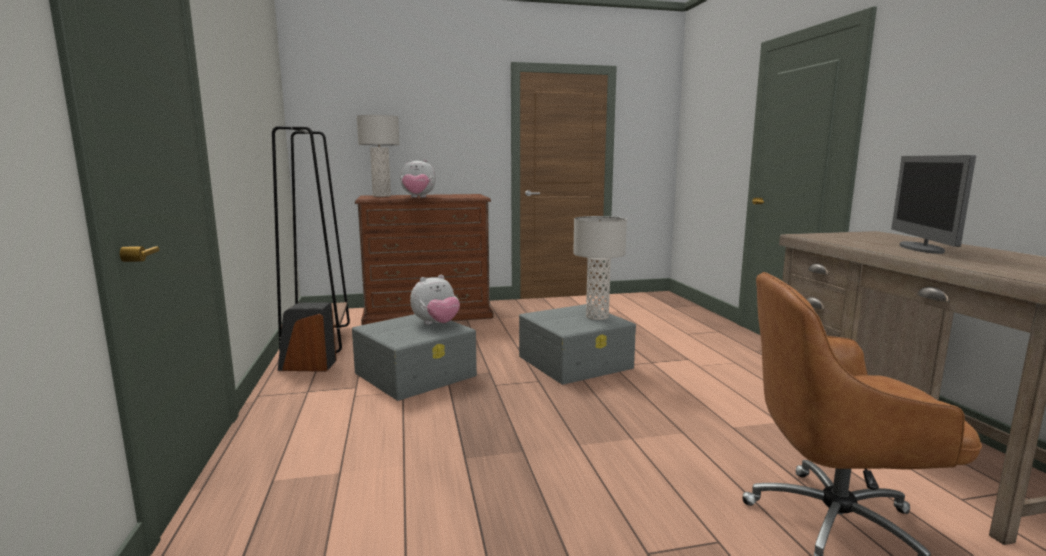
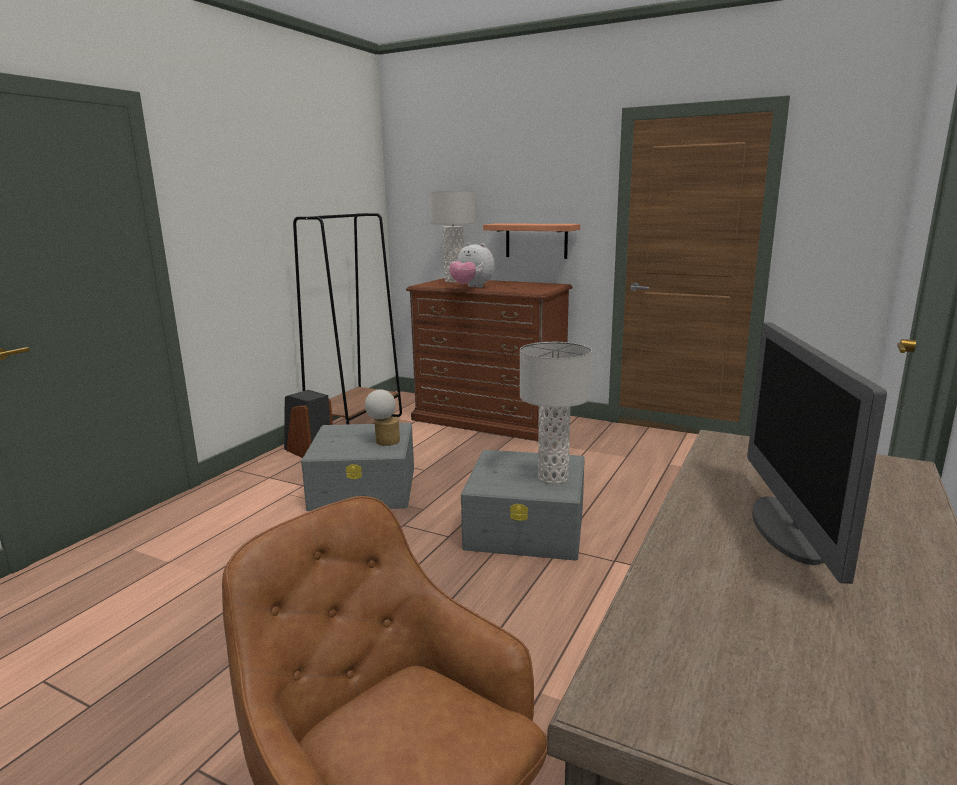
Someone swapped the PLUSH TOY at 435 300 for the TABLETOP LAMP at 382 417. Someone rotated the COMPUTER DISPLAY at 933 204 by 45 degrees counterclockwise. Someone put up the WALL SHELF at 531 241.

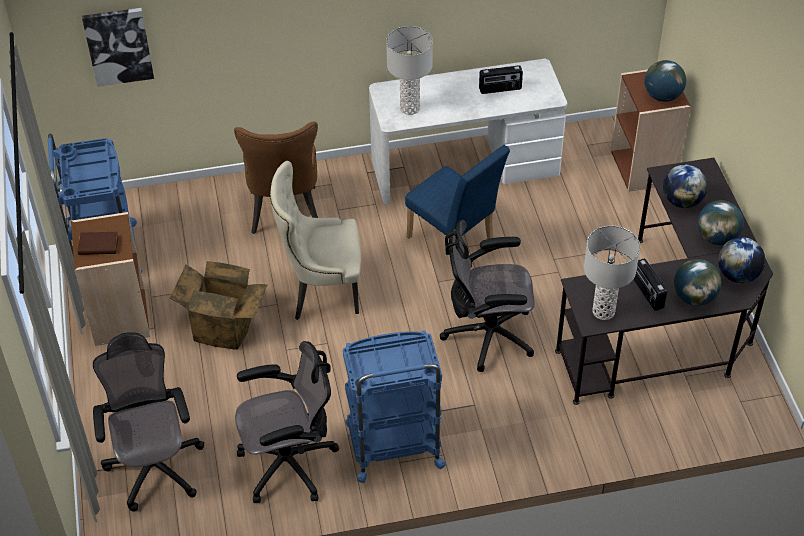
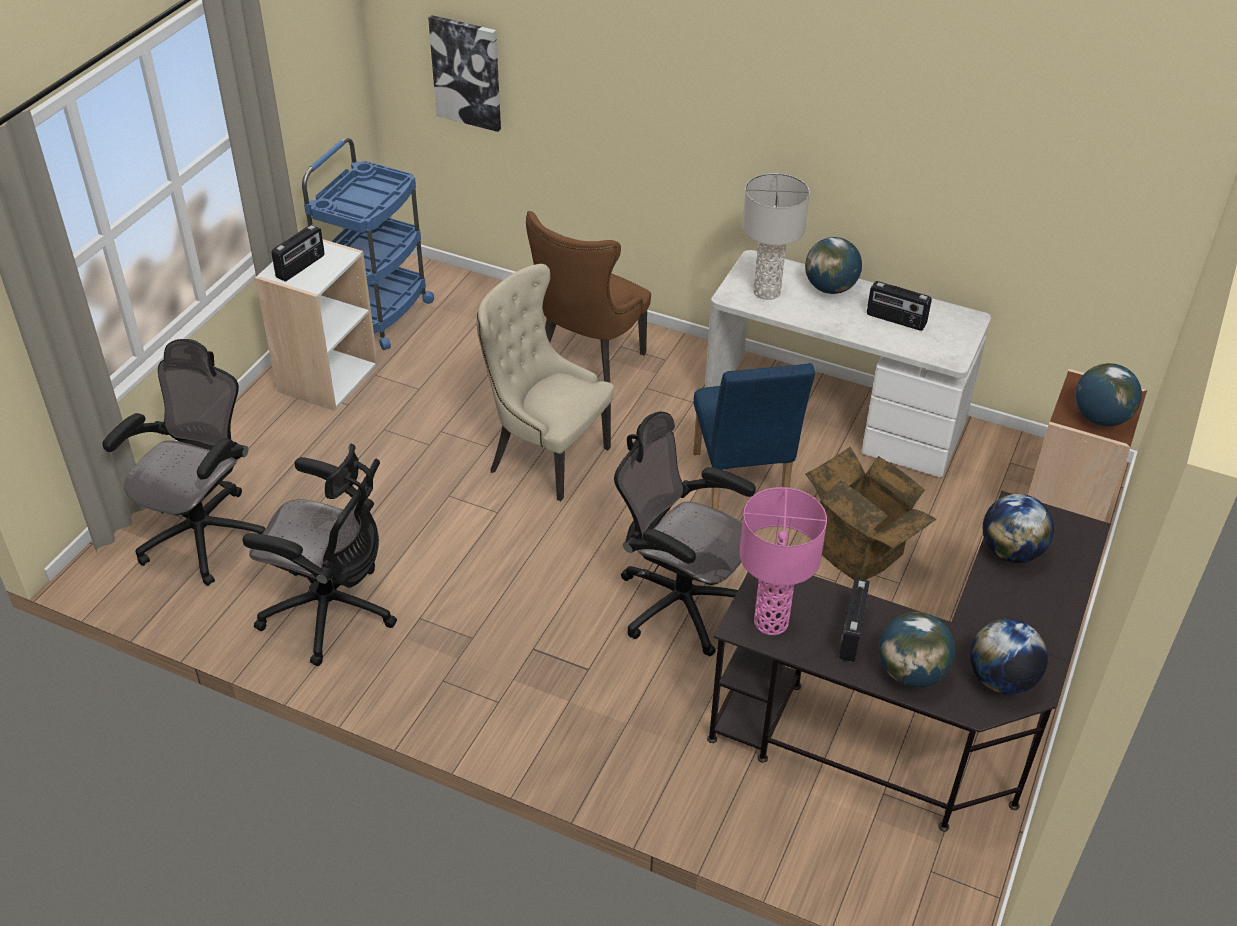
Someone repainted the BROWNISH BOOKCASE at 110 279, which became the WHITE-COLOURED BOOKCASE at 316 325. Someone swapped the BROWNISH BOUND BOOK at 98 243 for the RADIO SET at 298 253. Someone carried the PACKING BOX from 218 305 to 870 513. Someone took away the BLUE-COLOURED TROLLEY at 394 406. Someone repainted the WHITE-COLOURED TABLETOP LAMP at 612 273, which became the PINK TABLETOP LAMP at 783 561. Someone carried the DESK GLOBE from 721 222 to 833 265.

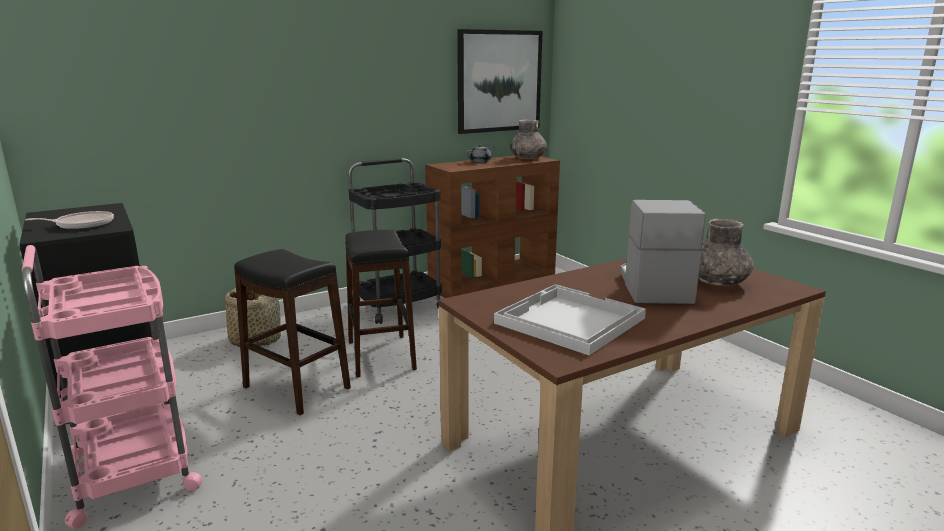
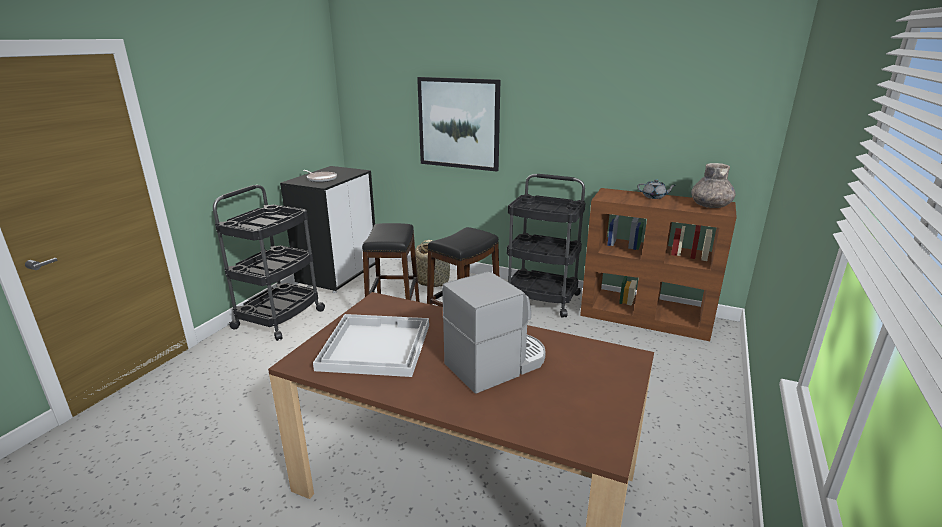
Someone repainted the PINK TROLLEY at 112 387, which became the BLACKISH TROLLEY at 269 263. Someone carried the WALL ART from 500 81 to 458 124. Someone took away the GRAY DECORATIVE VASE at 726 252.

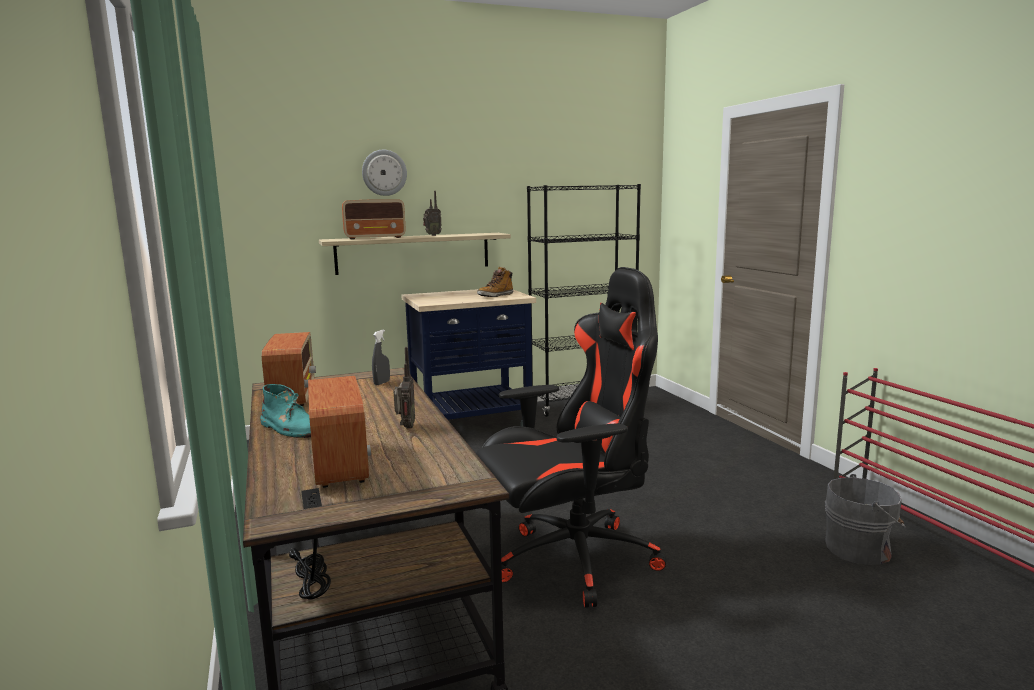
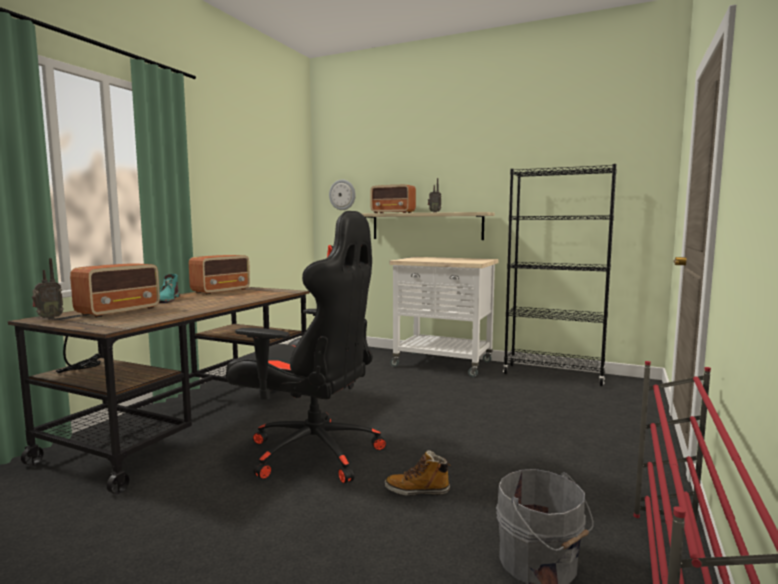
Someone carried the WALL CLOCK from 384 173 to 342 194. Someone took away the GRAY SPRAY BOTTLE at 381 357. Someone carried the RADIO SET from 404 387 to 48 288. Someone repainted the BLUE-COLOURED TROLLEY at 468 358, which became the WHITE-COLOURED TROLLEY at 444 317. Someone carried the BOOT from 495 281 to 418 472.

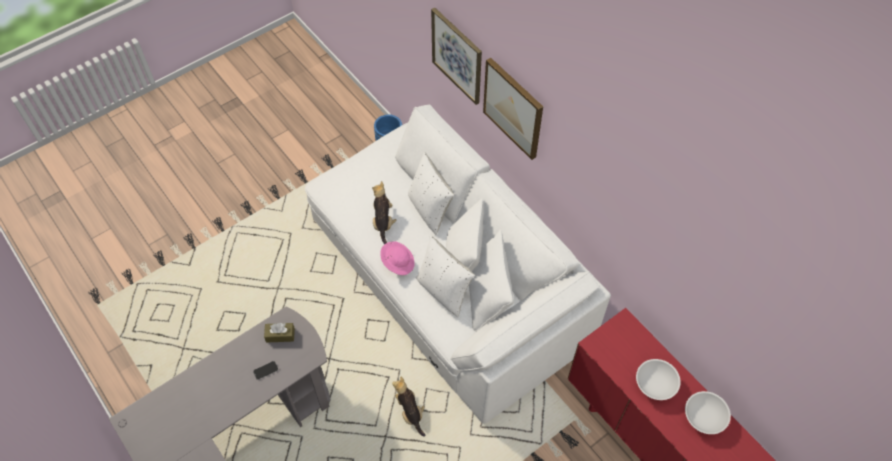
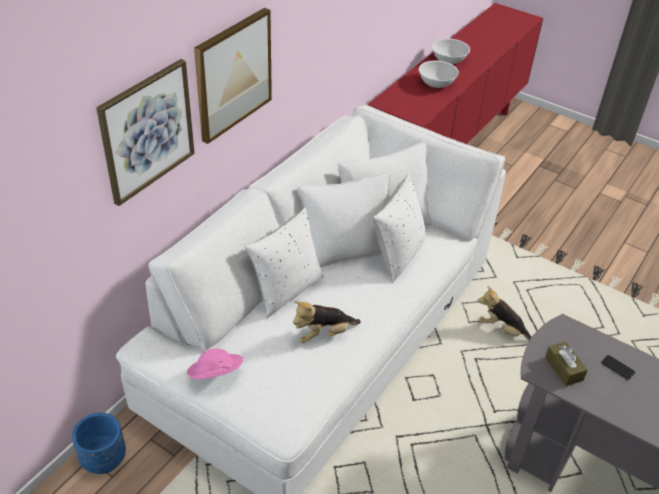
Someone carried the PINK WEARABLE HAT from 397 258 to 215 364. Someone rotated the PLUSH TOY at 409 407 by 75 degrees clockwise.

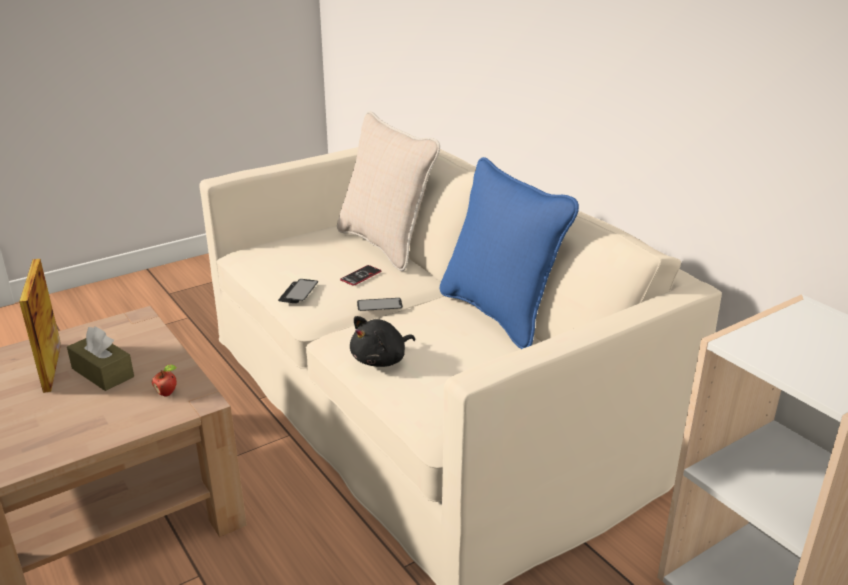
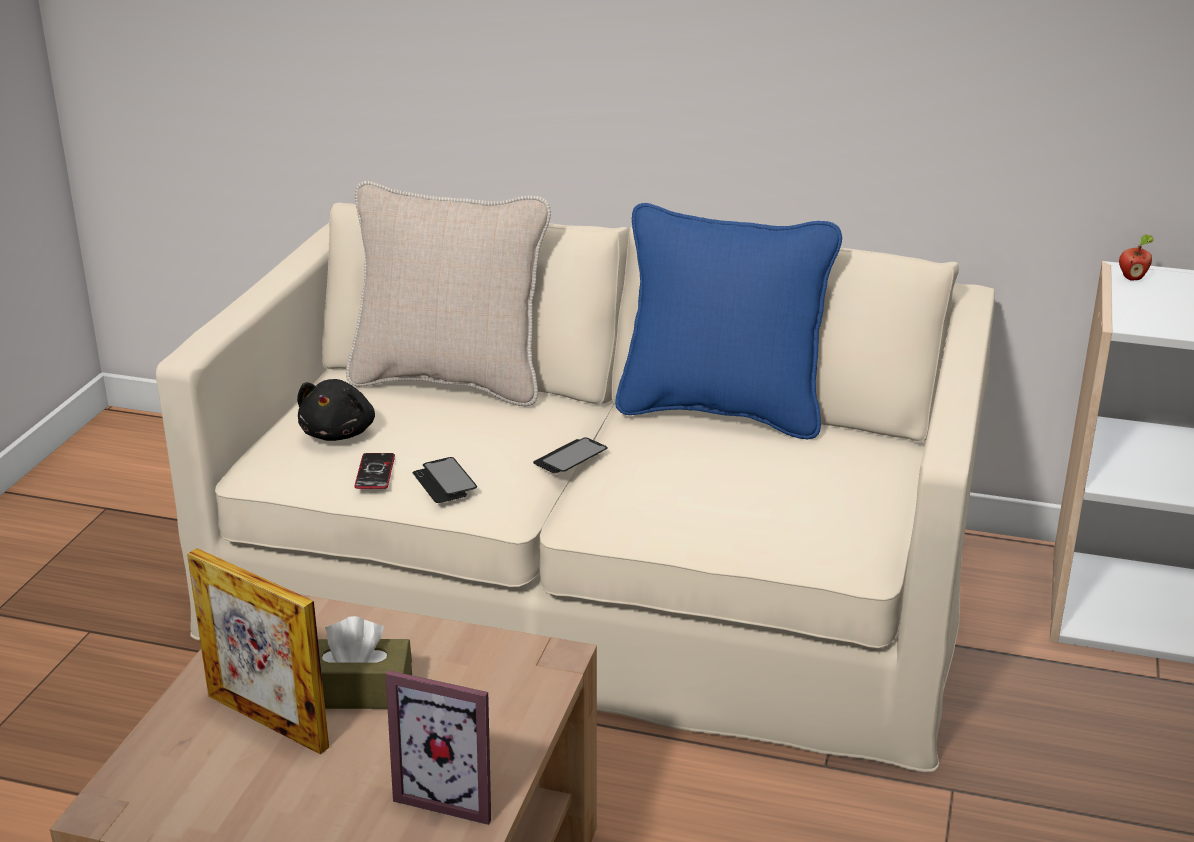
Someone carried the APPLE FRUIT from 164 380 to 1136 257. Someone carried the HANDSET from 360 275 to 374 471. Someone carried the BLACKISH PLUSH TOY from 382 341 to 336 410. Someone put down the PICTURE FRAME at 438 747.

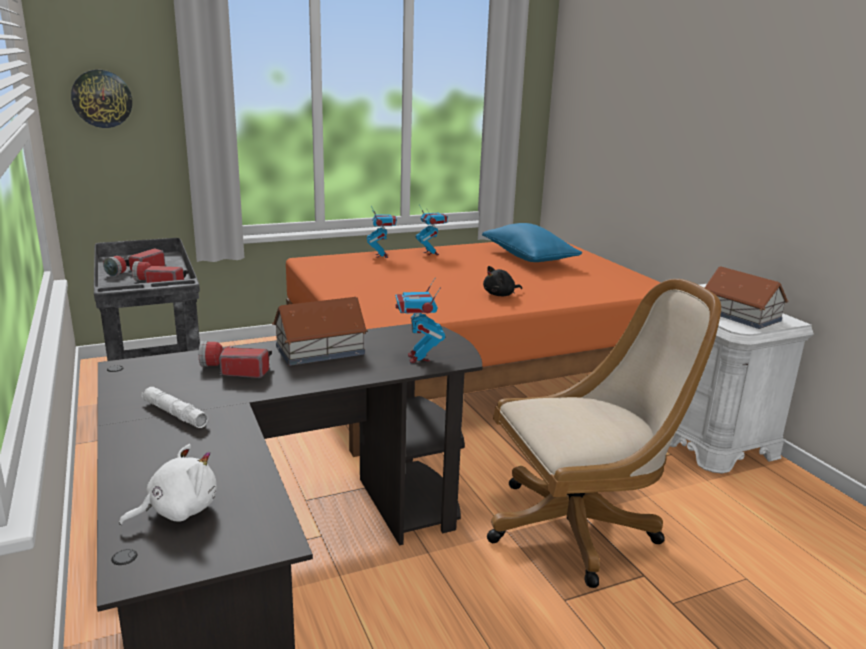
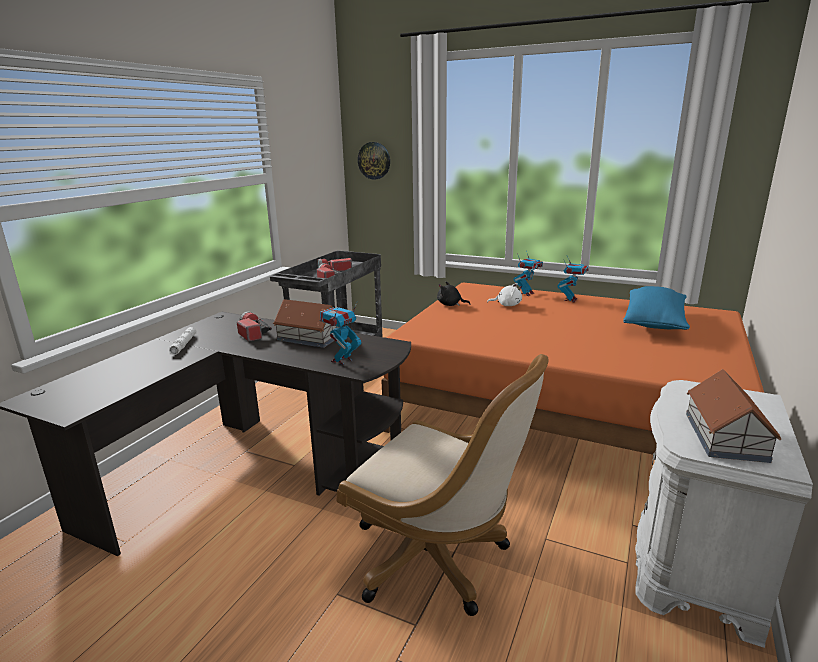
Someone carried the WHITE-COLOURED PLUSH TOY from 168 484 to 504 294. Someone carried the BLACKISH PLUSH TOY from 502 281 to 453 293.

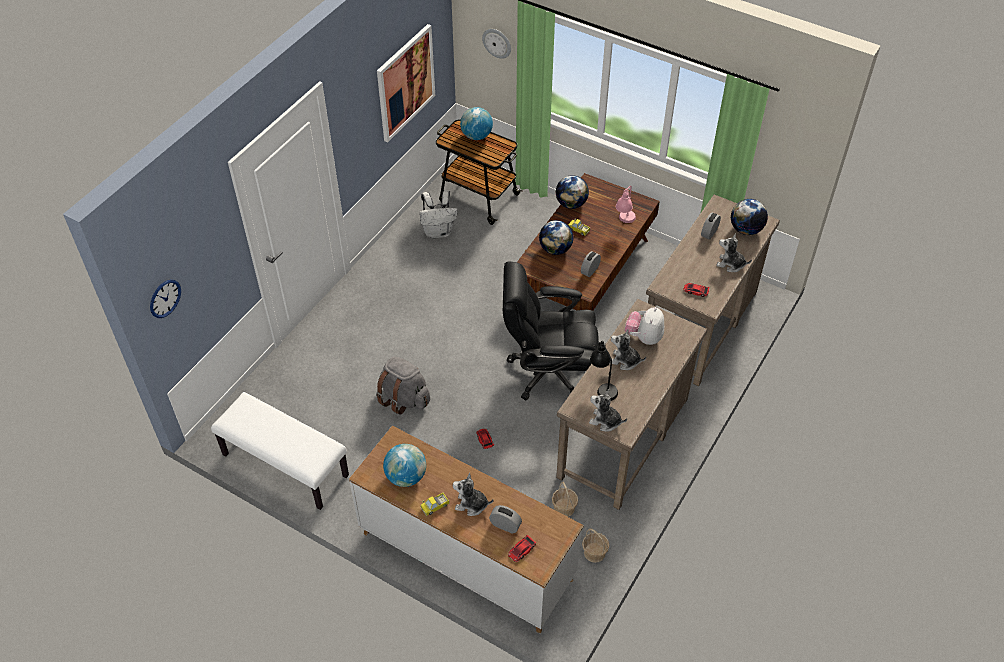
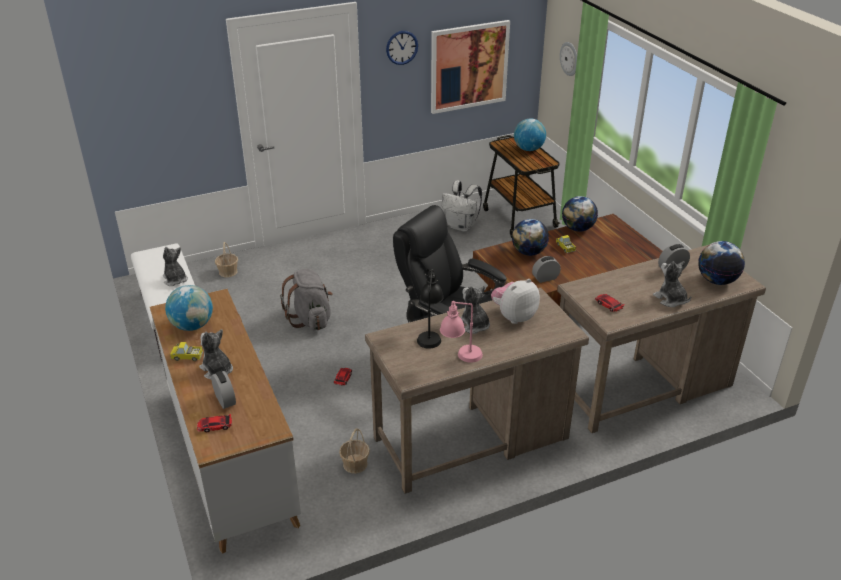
Someone carried the WALL CLOCK from 165 299 to 402 48. Someone carried the STORAGE BASKET from 595 545 to 226 259. Someone carried the PLUSH TOY from 608 410 to 175 266. Someone carried the PINK TABLETOP LAMP from 626 204 to 461 332.

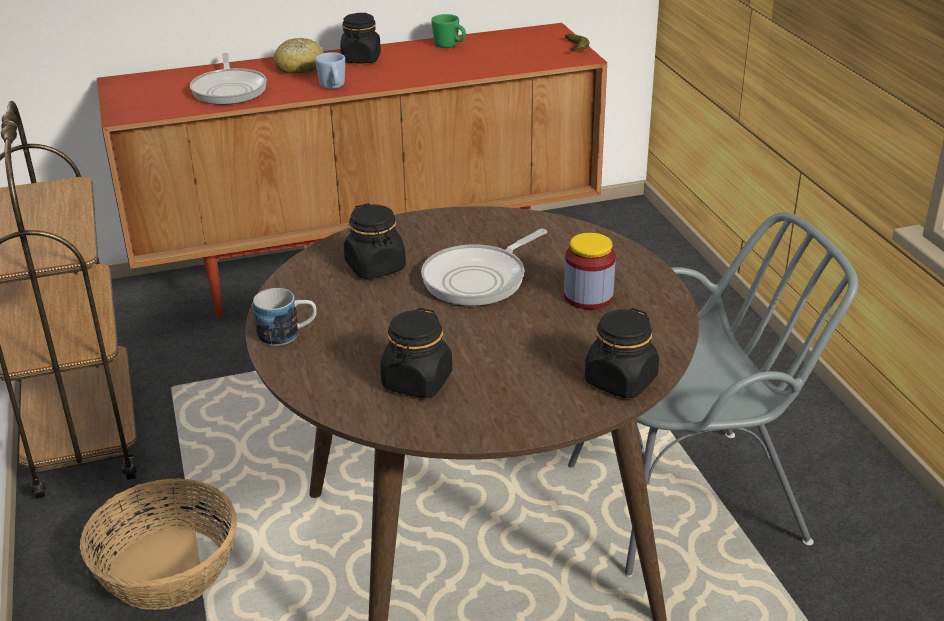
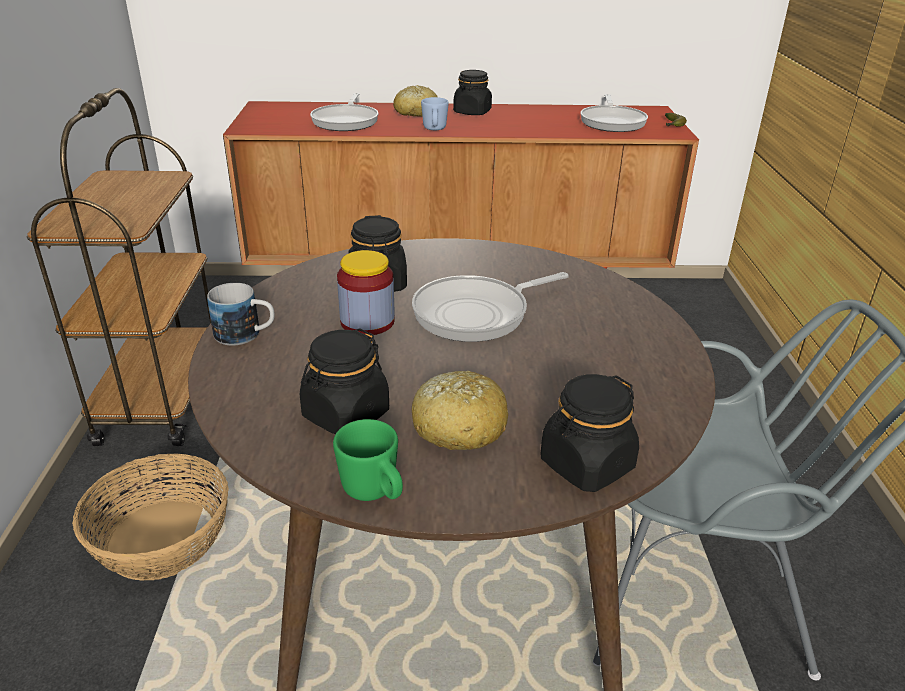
Someone carried the GREEN-COLOURED MUG from 448 31 to 368 460. Someone carried the STORAGE JAR from 590 271 to 366 292. Someone put down the BAKED BREAD at 460 410. Someone put down the PAN at 614 113.

